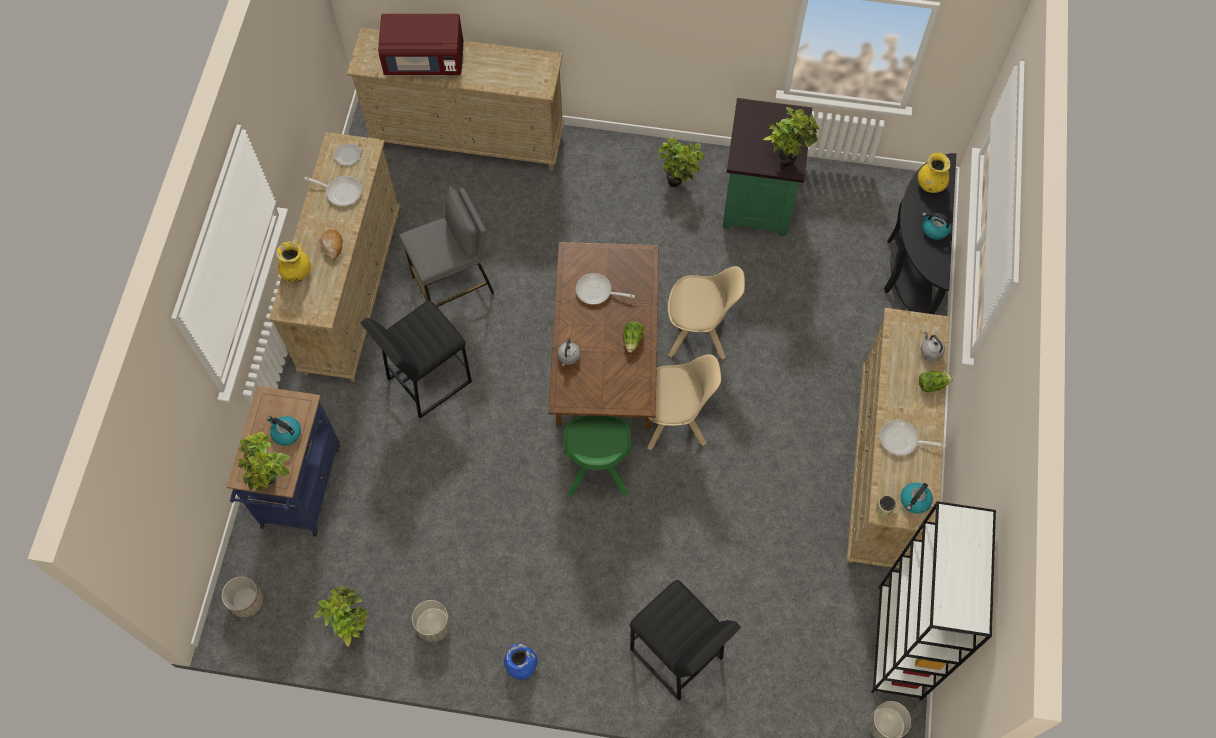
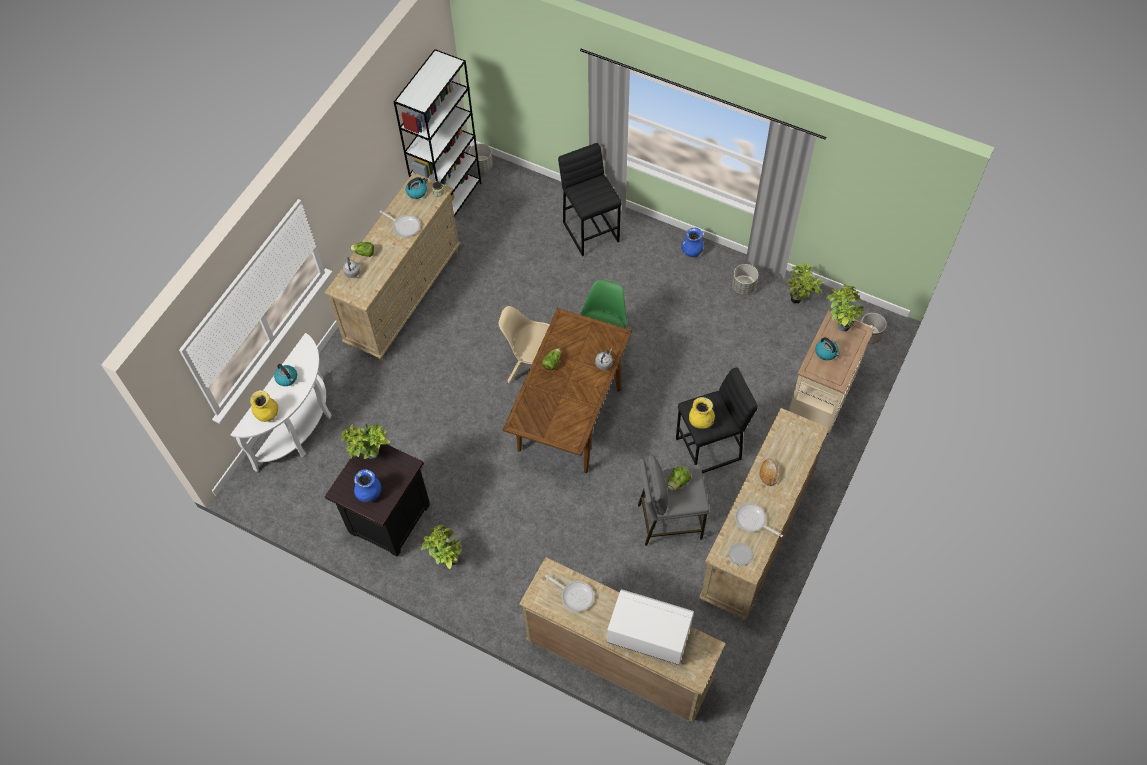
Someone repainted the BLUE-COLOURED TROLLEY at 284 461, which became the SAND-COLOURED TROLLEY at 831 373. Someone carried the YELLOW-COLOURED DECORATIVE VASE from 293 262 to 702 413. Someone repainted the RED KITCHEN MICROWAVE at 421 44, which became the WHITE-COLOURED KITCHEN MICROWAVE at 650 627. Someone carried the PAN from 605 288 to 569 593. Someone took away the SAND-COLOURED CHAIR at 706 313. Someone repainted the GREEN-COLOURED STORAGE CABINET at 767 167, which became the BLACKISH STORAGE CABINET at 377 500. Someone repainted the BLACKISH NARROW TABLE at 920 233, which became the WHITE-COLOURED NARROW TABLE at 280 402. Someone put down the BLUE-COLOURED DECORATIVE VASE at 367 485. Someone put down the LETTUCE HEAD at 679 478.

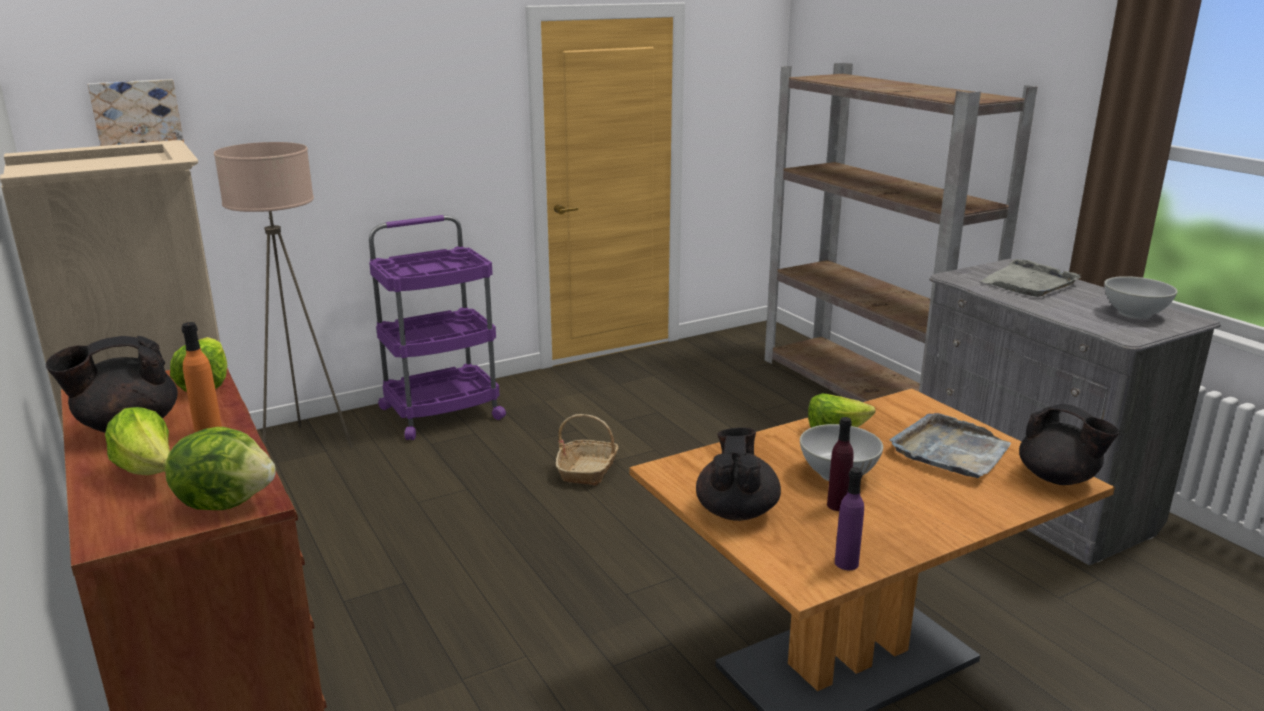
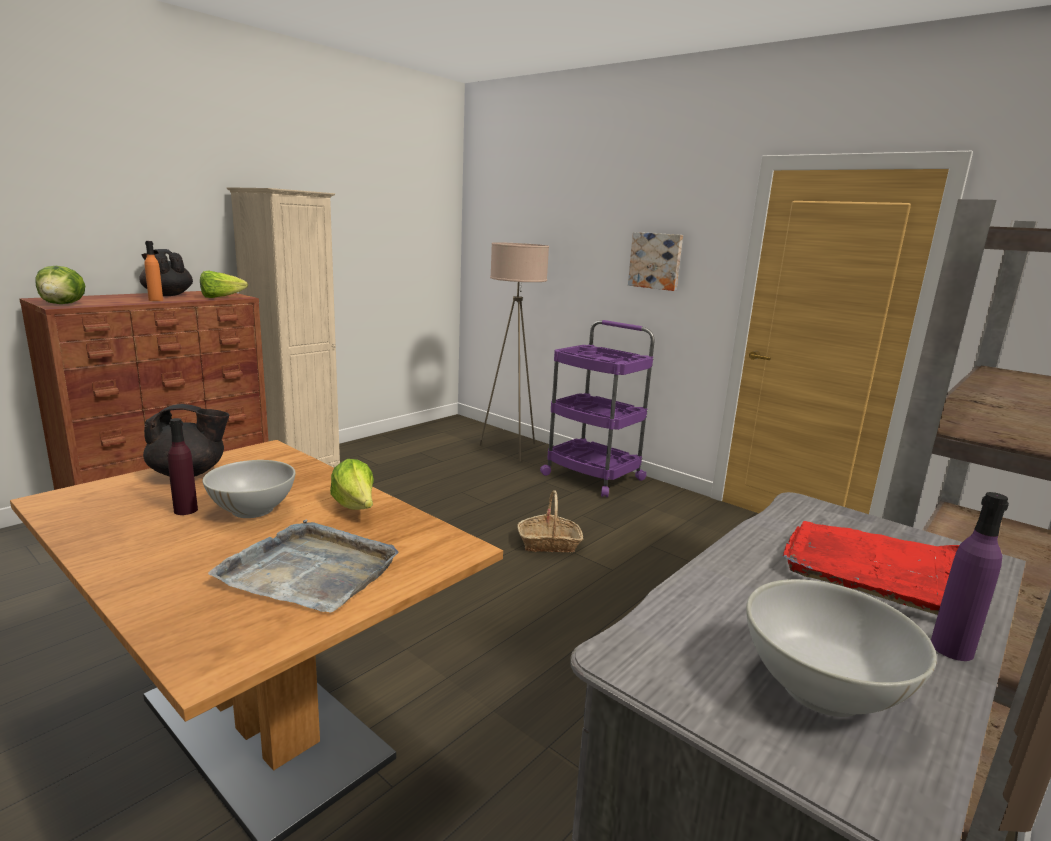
Someone carried the WALL ART from 135 112 to 655 261. Someone took away the LETTUCE HEAD at 137 441. Someone carried the PURPLE BOTTLE from 849 518 to 970 576. Someone repainted the GRAY SERVING TRAY at 1031 278, which became the RED SERVING TRAY at 871 568. Someone took away the BLACKISH POT FOR TEA at 1069 444.

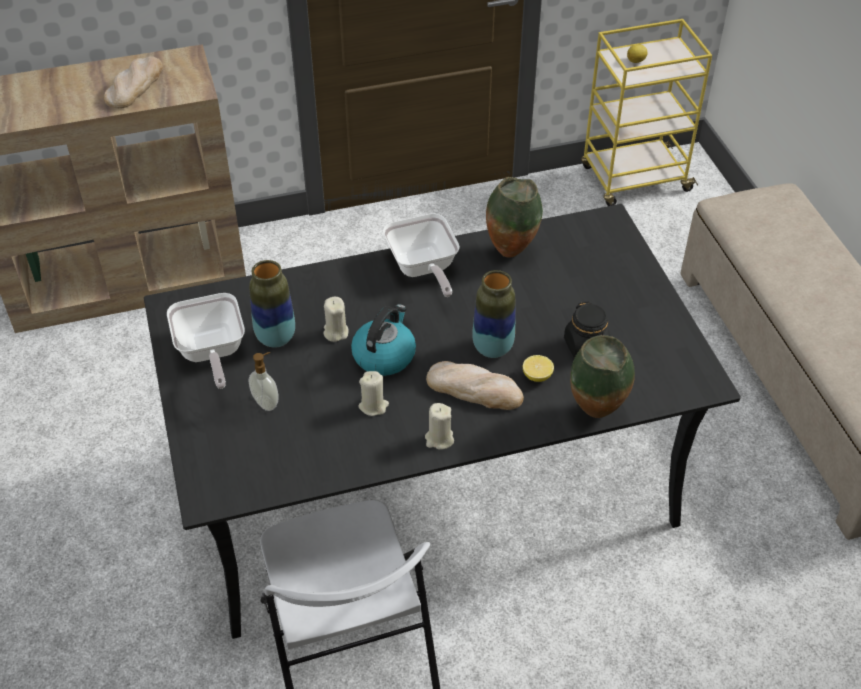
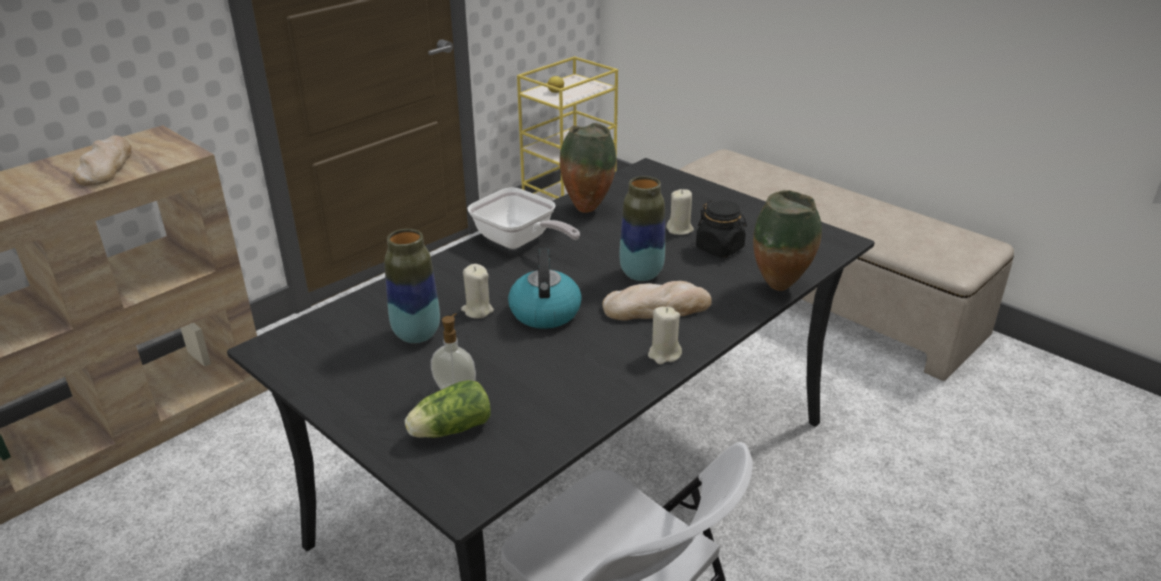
Someone took away the PAN at 206 341. Someone carried the SAND-COLOURED WAX LIGHT from 373 393 to 680 212. Someone took away the WHOLE LEMON at 538 368. Someone put down the LETTUCE HEAD at 448 409.

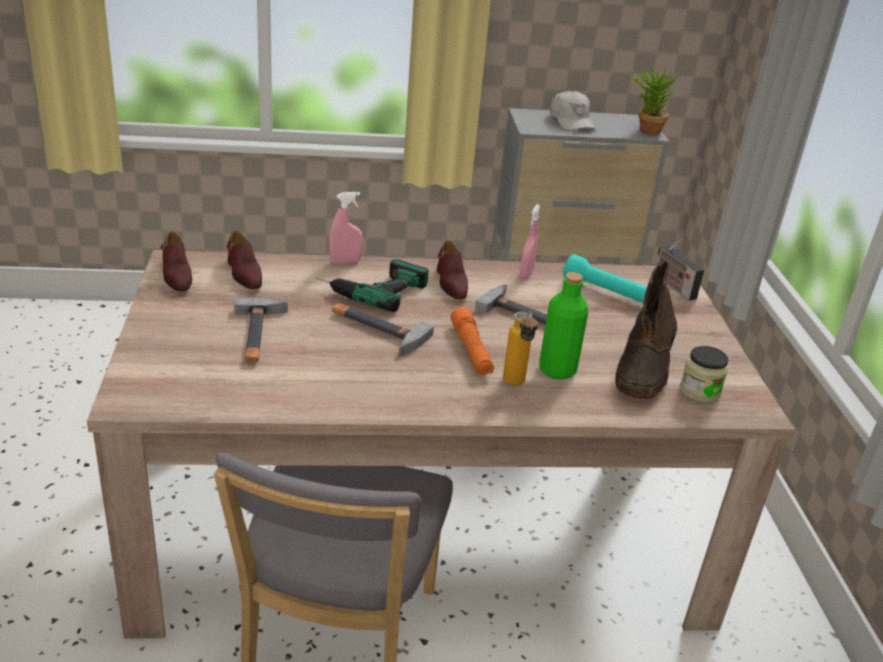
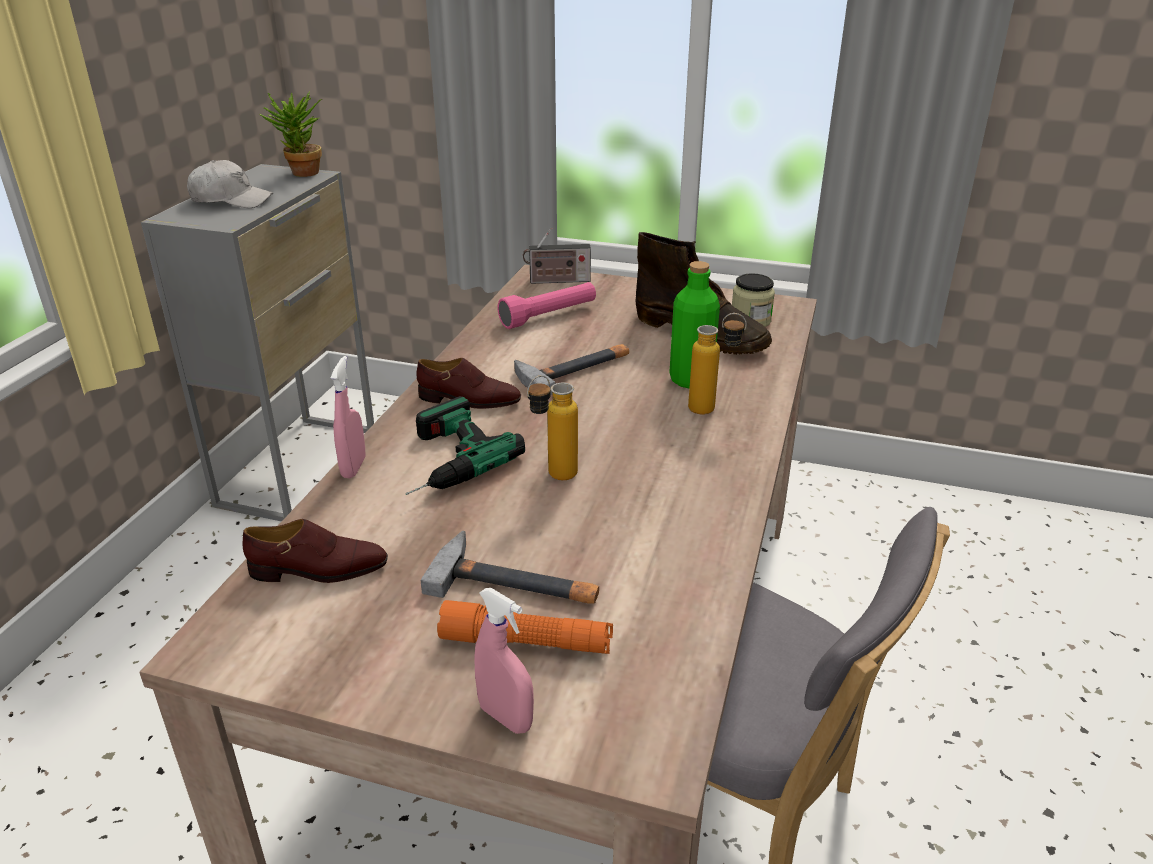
Someone took away the BROWNISH LOW SHOE at 176 261. Someone swapped the HAND HAMMER at 383 329 for the BOTTLE at 552 427. Someone carried the ORANGE FLASHLIGHT from 472 341 to 525 627. Someone carried the PINK SPRAY BOTTLE from 529 241 to 504 661. Someone repainted the BLUE-GREEN FLASHLIGHT at 605 278, which became the PINK FLASHLIGHT at 546 305.

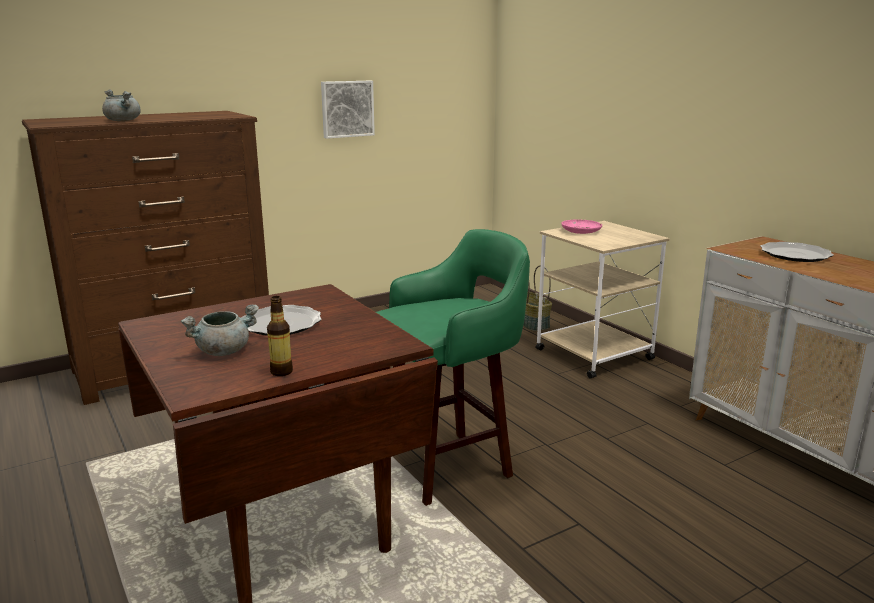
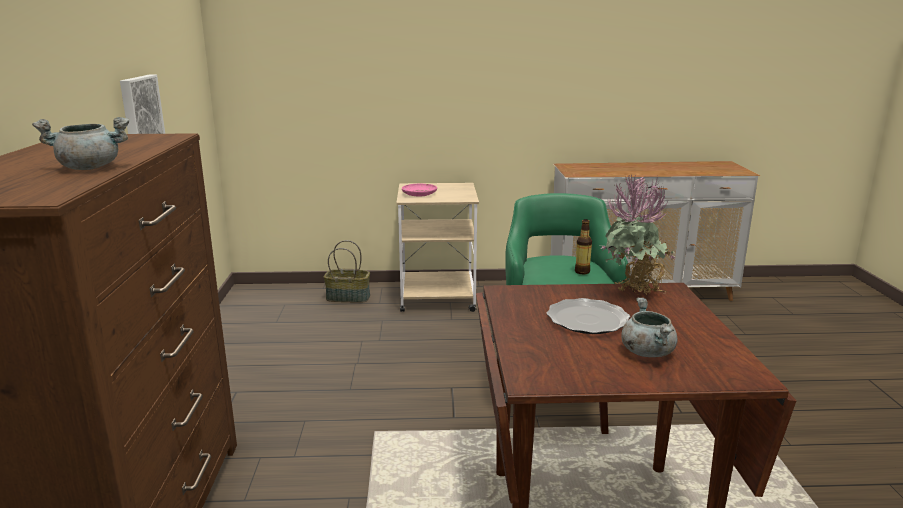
Someone carried the BOTTLE from 280 336 to 583 246. Someone took away the PLATE at 796 252. Someone put down the HOUSEPLANT at 637 234.

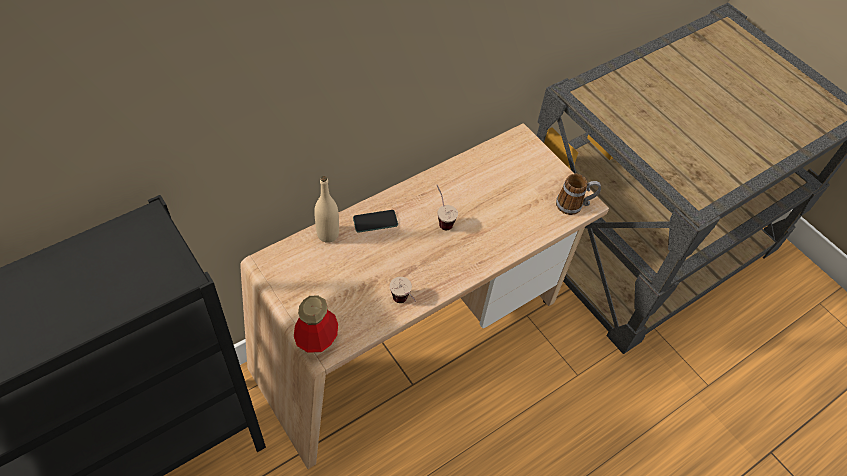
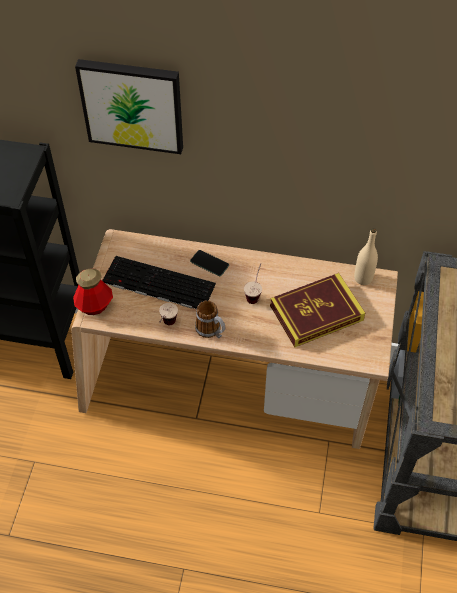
Someone carried the SAND-COLOURED BOTTLE from 326 209 to 366 256. Someone carried the MUG from 578 194 to 210 319. Someone put up the WALL ART at 129 106. Someone put down the PC KEYBOARD at 159 282. Someone put down the BOUND BOOK at 317 310.

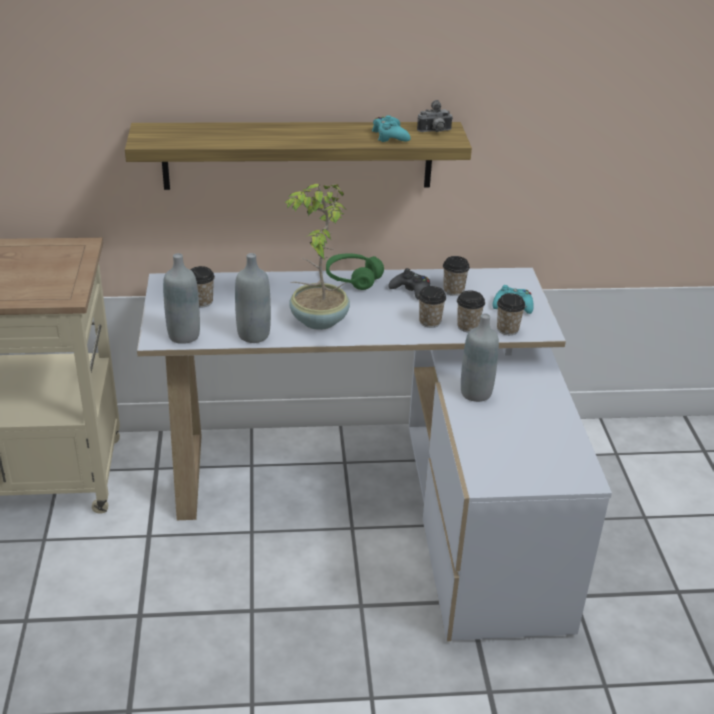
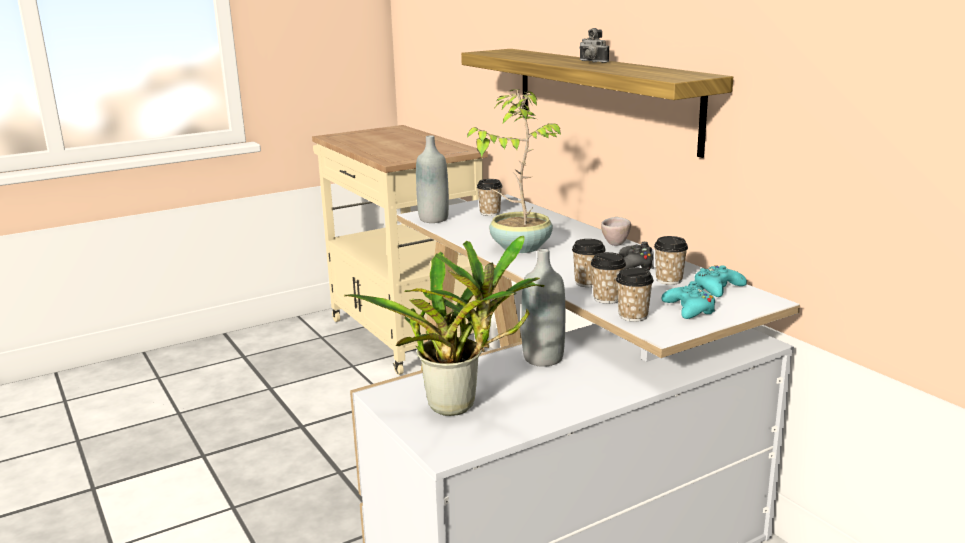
Someone took away the GRAY BOTTLE at 253 298. Someone swapped the GREEN-COLOURED HEADPHONES at 355 271 for the SAND-COLOURED CUP at 616 231. Someone carried the BLUE-GREEN JOYPAD from 391 128 to 720 281. Someone carried the PHOTO CAMERA from 434 116 to 594 45. Someone put down the HOUSEPLANT at 444 326.

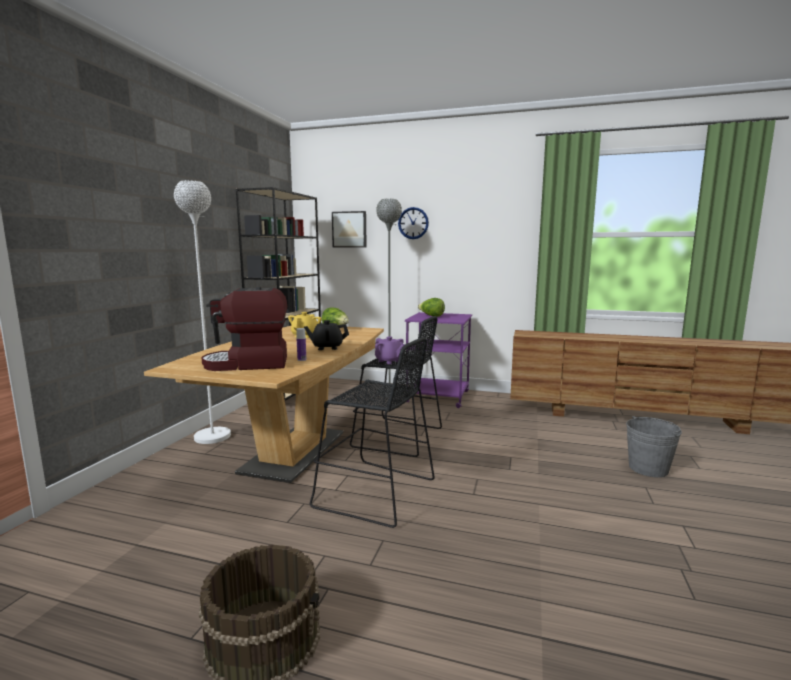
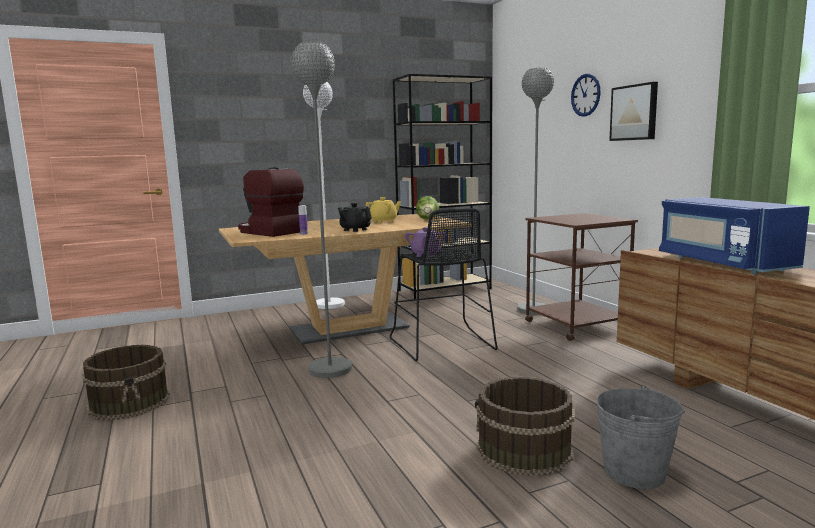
Someone swapped the BLACKISH STOOL SEAT at 372 432 for the GRAY FLOOR LAMP at 321 210. Someone carried the WALL ART from 349 229 to 633 111. Someone repainted the PURPLE TROLLEY at 438 360, which became the BROWNISH TROLLEY at 581 277. Someone took away the LETTUCE HEAD at 431 307. Someone put down the BROWNISH BUCKET at 524 426. Someone put down the BLUE-COLOURED KITCHEN MICROWAVE at 734 235.

